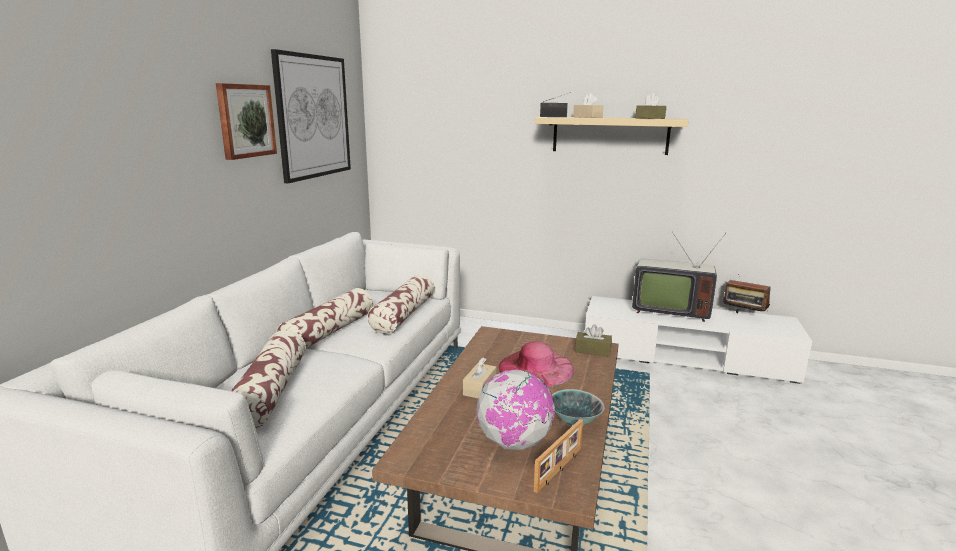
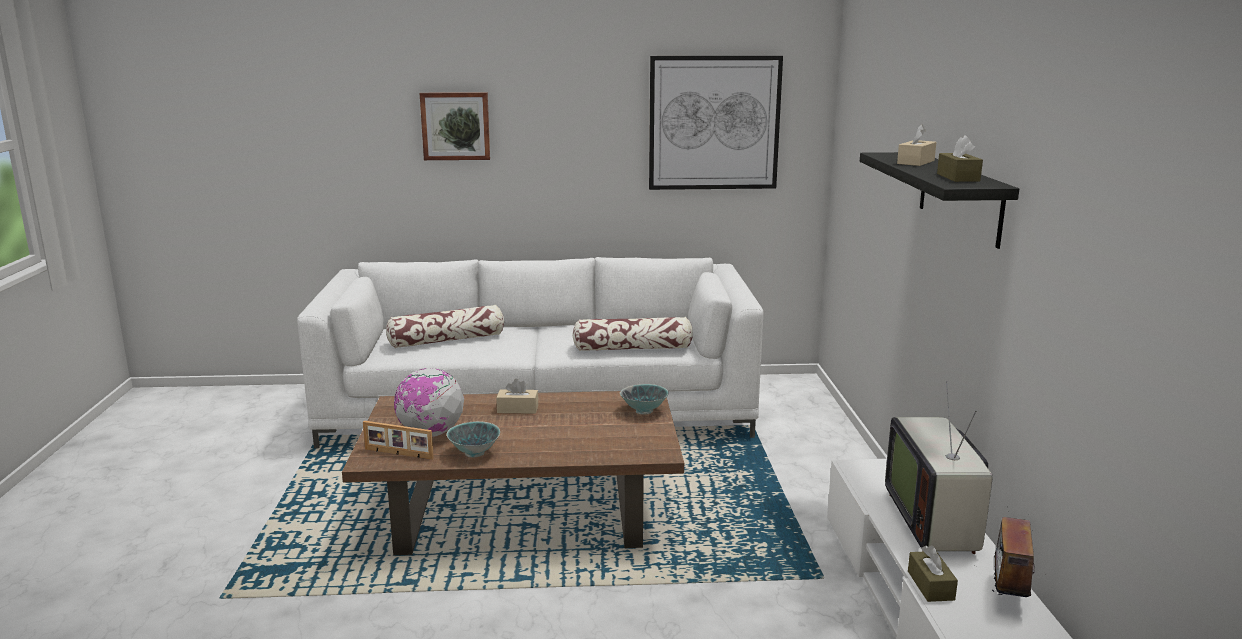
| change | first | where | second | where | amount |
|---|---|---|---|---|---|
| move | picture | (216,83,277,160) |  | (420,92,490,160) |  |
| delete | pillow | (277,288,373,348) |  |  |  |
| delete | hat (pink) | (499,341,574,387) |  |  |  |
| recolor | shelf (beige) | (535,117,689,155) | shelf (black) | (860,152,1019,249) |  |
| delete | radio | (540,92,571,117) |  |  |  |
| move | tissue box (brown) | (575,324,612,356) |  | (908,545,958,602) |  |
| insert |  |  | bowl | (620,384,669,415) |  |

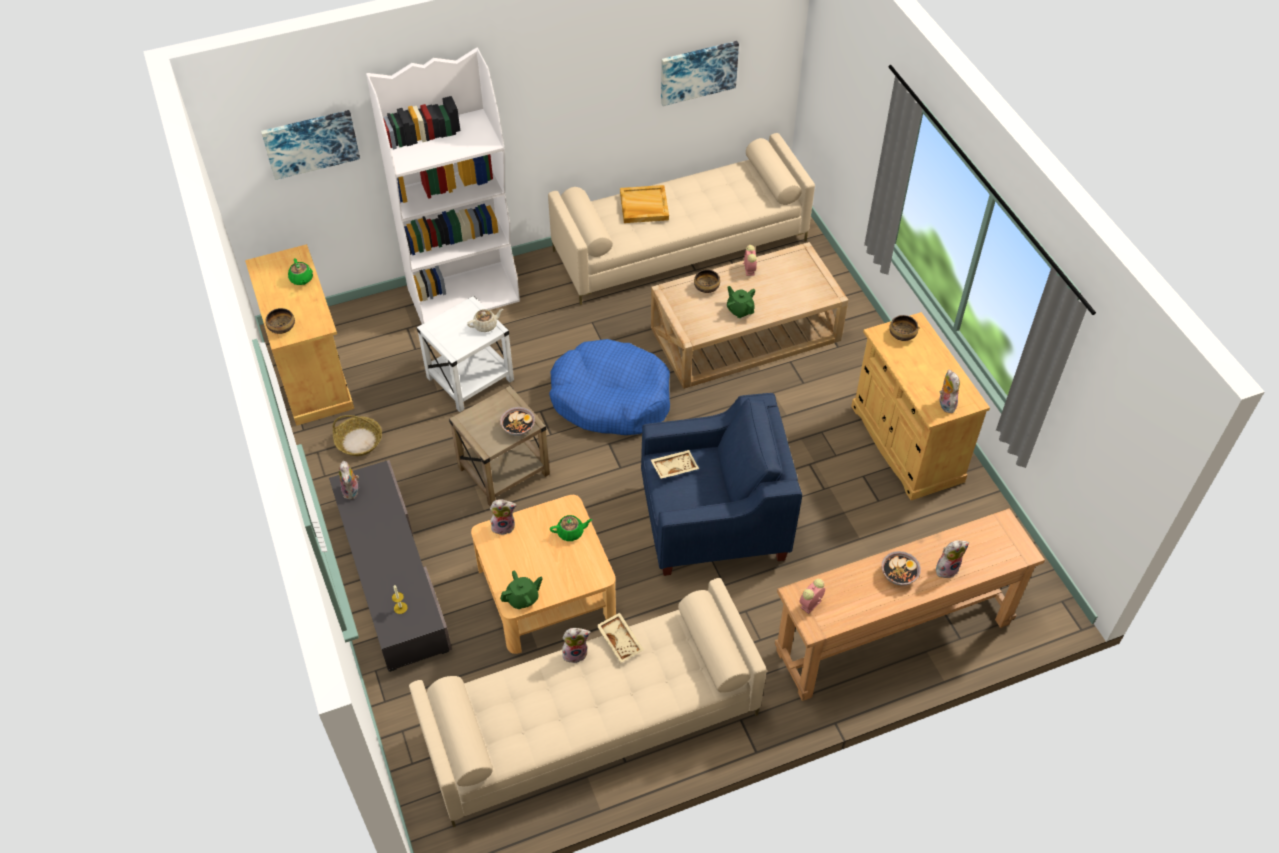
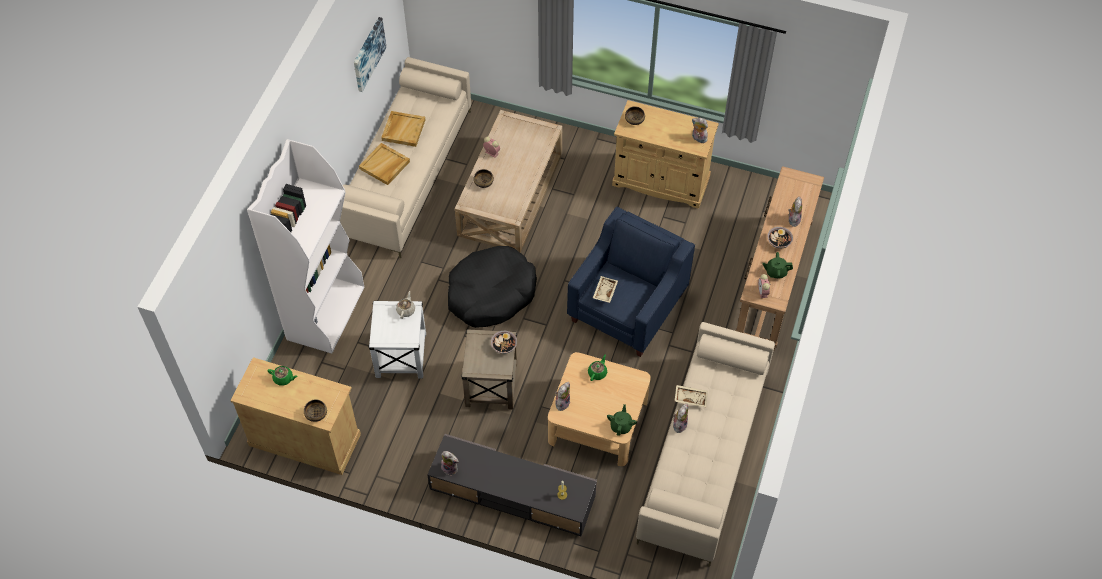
| change | first | where | second | where | amount |
|---|---|---|---|---|---|
| delete | picture | (261,110,360,180) |  |  |  |
| delete | basket | (333,415,382,456) |  |  |  |
| recolor | dog bed (blue) | (549,339,670,435) | dog bed (black) | (448,246,537,328) |  |
| move | teapot (green) | (727,286,755,318) |  | (763,252,793,278) |  |
| insert |  |  | tray (beige) | (381,111,425,147) |  |

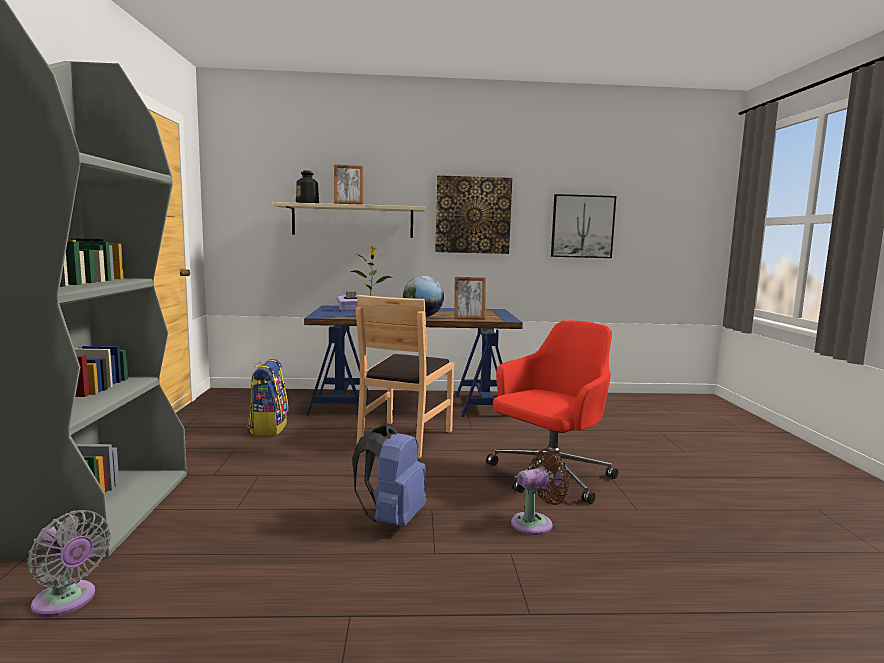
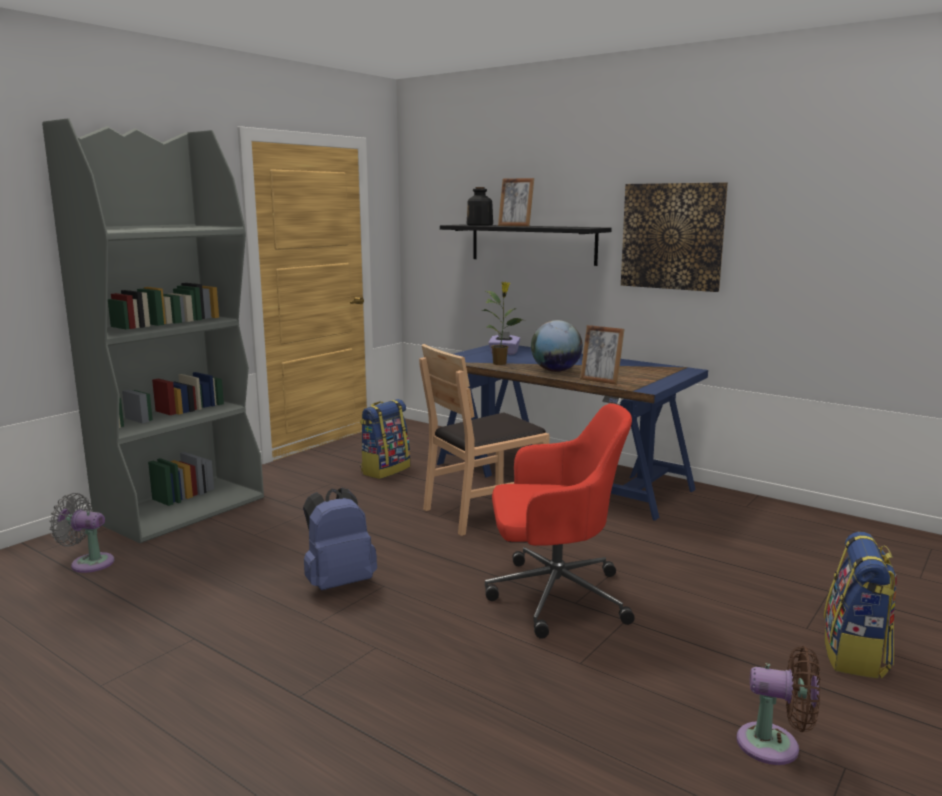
| change | first | where | second | where | amount |
|---|---|---|---|---|---|
| rotate | fan (grey) | (27,510,111,617) |  | (49,493,114,573) | 120 degrees clockwise |
| recolor | shelf (beige) | (272,202,425,238) | shelf (black) | (440,224,612,266) |  |
| move | fan (brown) | (511,449,570,535) |  | (737,646,820,765) |  |
| delete | picture | (551,194,616,258) |  |  |  |
| insert |  |  | backpack | (824,532,897,679) |  |

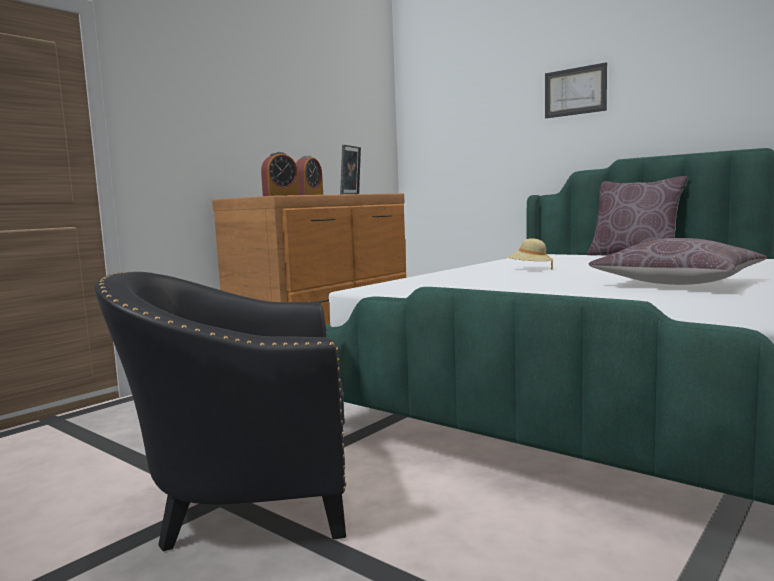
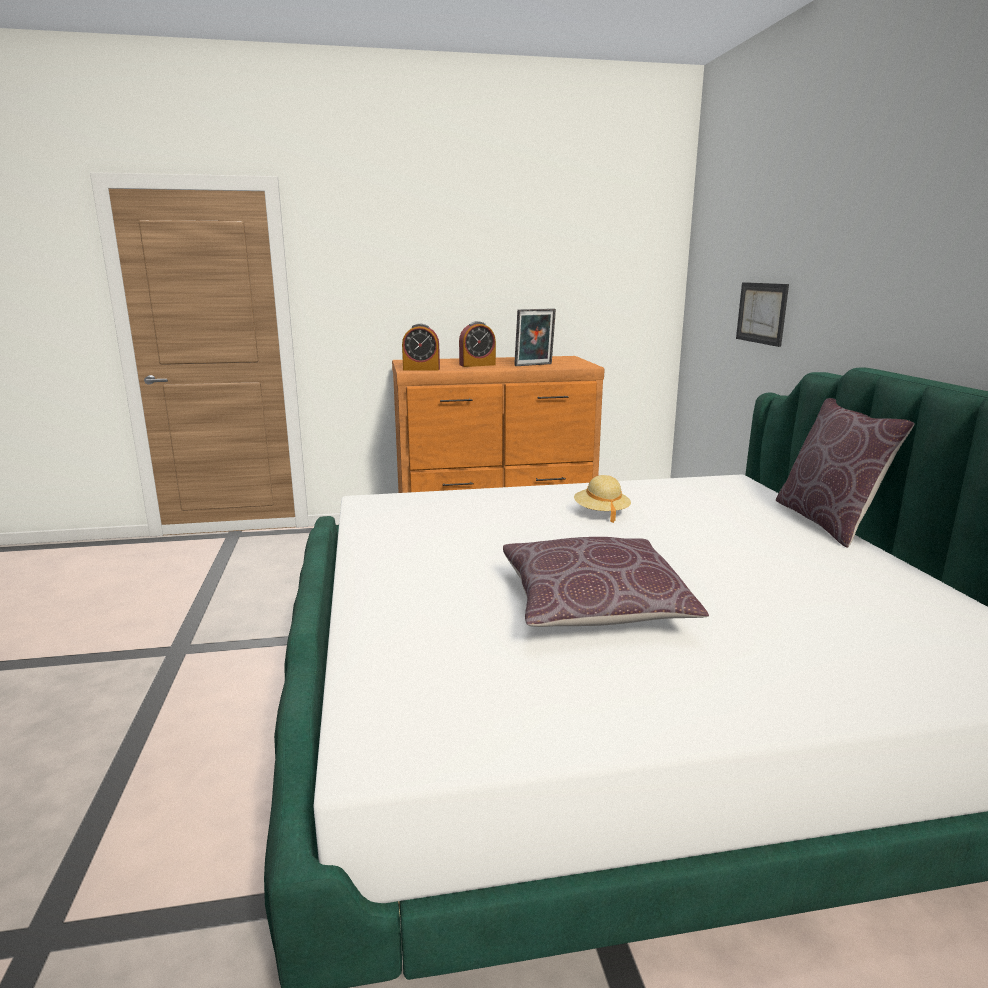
| change | first | where | second | where | amount |
|---|---|---|---|---|---|
| delete | armchair (black) | (94,272,346,551) |  |  |  |
| move | picture | (545,62,607,118) |  | (736,282,789,347) |  |

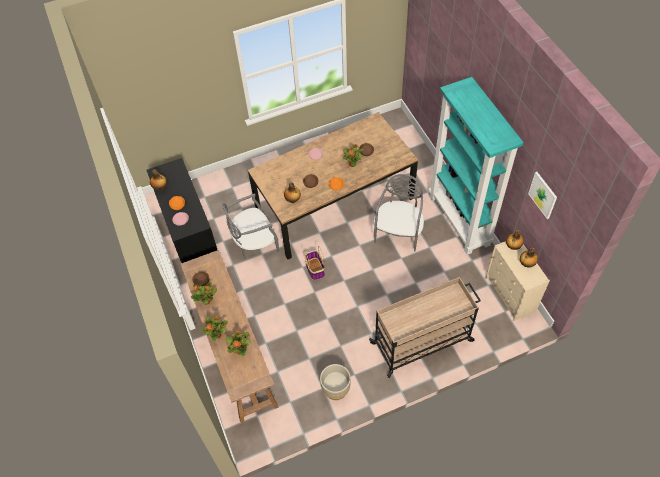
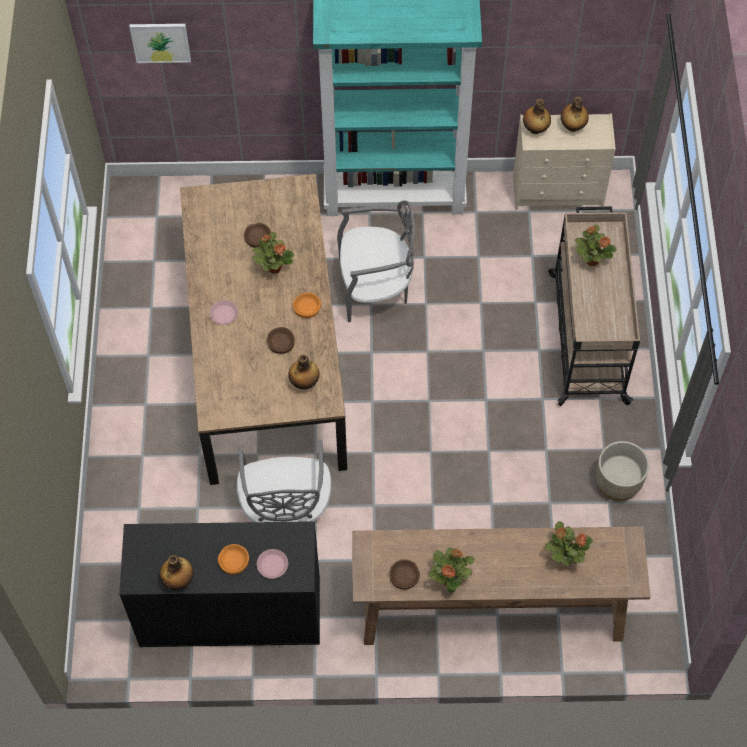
| change | first | where | second | where | amount |
|---|---|---|---|---|---|
| move | potted plant | (201,315,228,341) |  | (575,225,617,266) |  |
| delete | basket | (304,246,325,280) |  |  |  |
| rotate | chair (grey) | (374,174,424,251) |  | (337,200,415,322) | 135 degrees clockwise |
| move | picture | (528,172,557,219) |  | (130,24,191,63) |  |

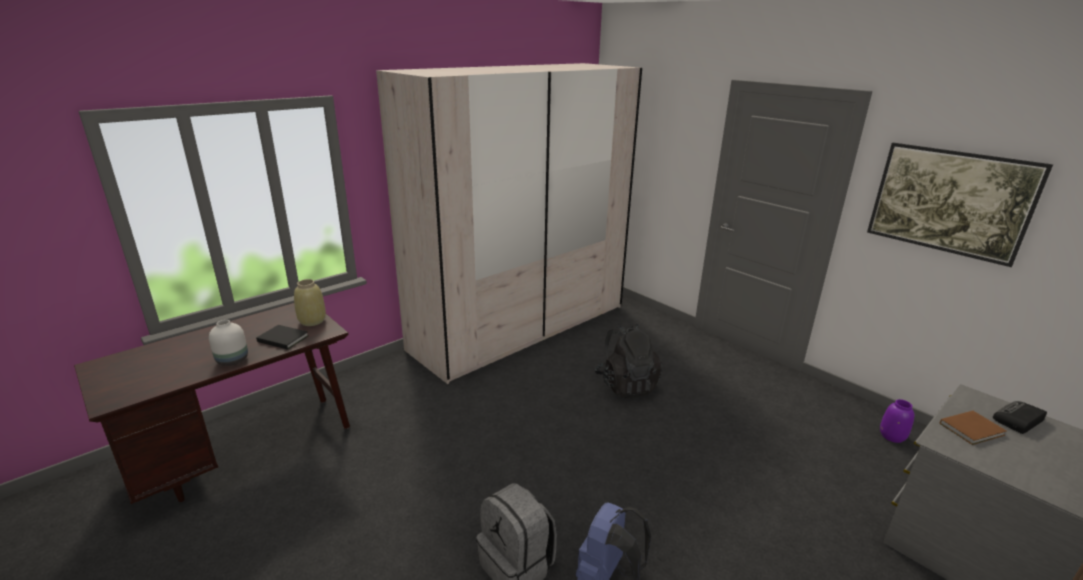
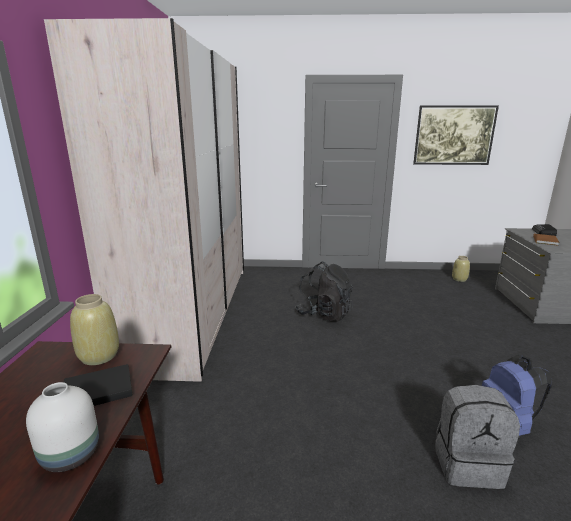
| change | first | where | second | where | amount |
|---|---|---|---|---|---|
| recolor | vase (purple) | (880,399,914,443) | vase (beige) | (452,256,470,282) |  |

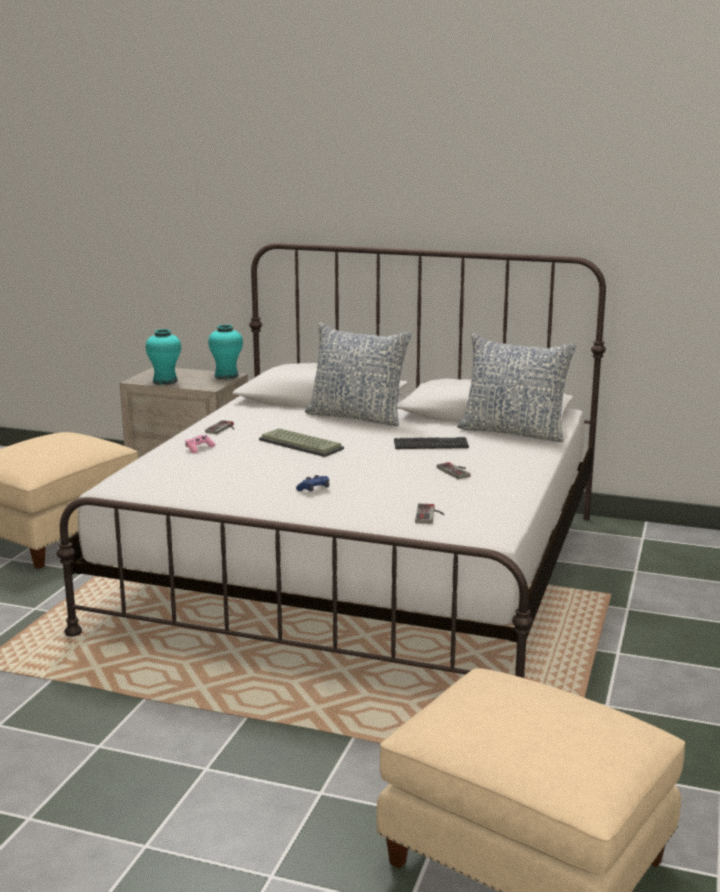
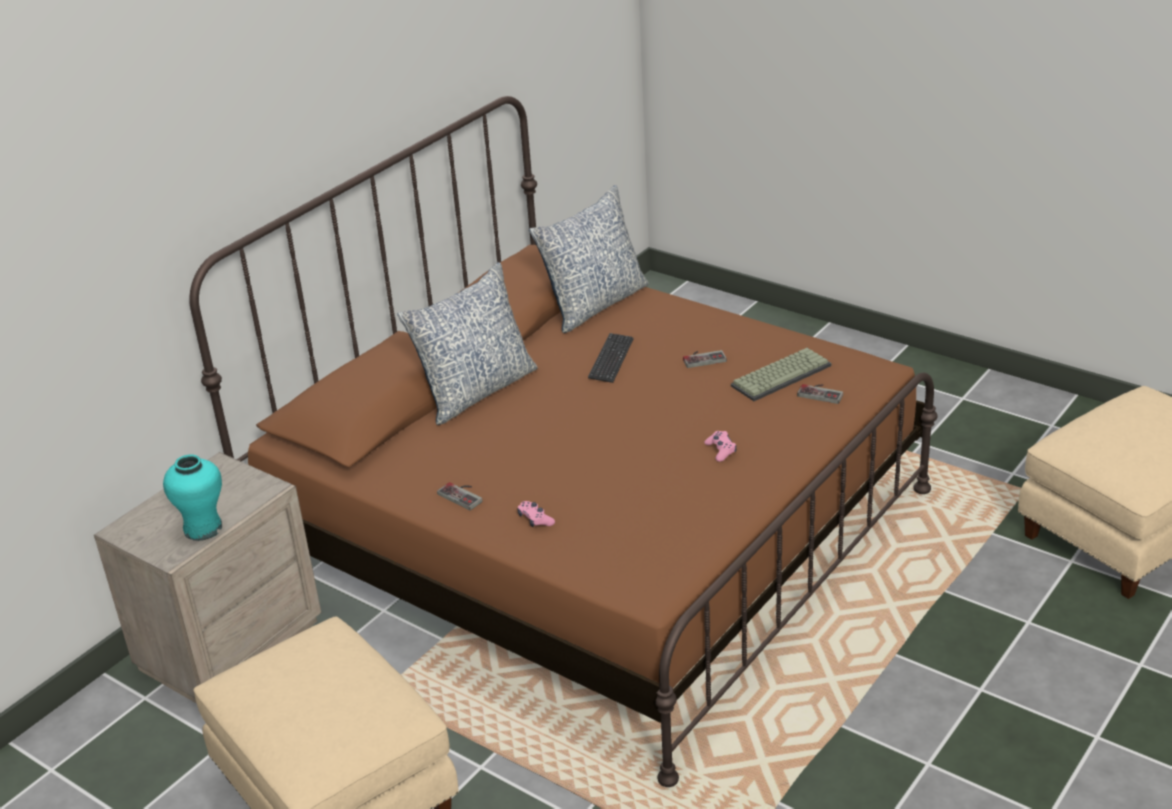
| change | first | where | second | where | amount |
|---|---|---|---|---|---|
| recolor | bed (white) | (57,243,606,678) | bed (brown) | (189,96,937,787) |  |
| delete | vase (turquoise) | (208,325,243,379) |  |  |  |
| move | keyboard | (259,428,344,457) |  | (731,348,832,401) |  |
| recolor | game controller (blue) | (296,475,329,492) | game controller (pink) | (704,431,736,462) |  |

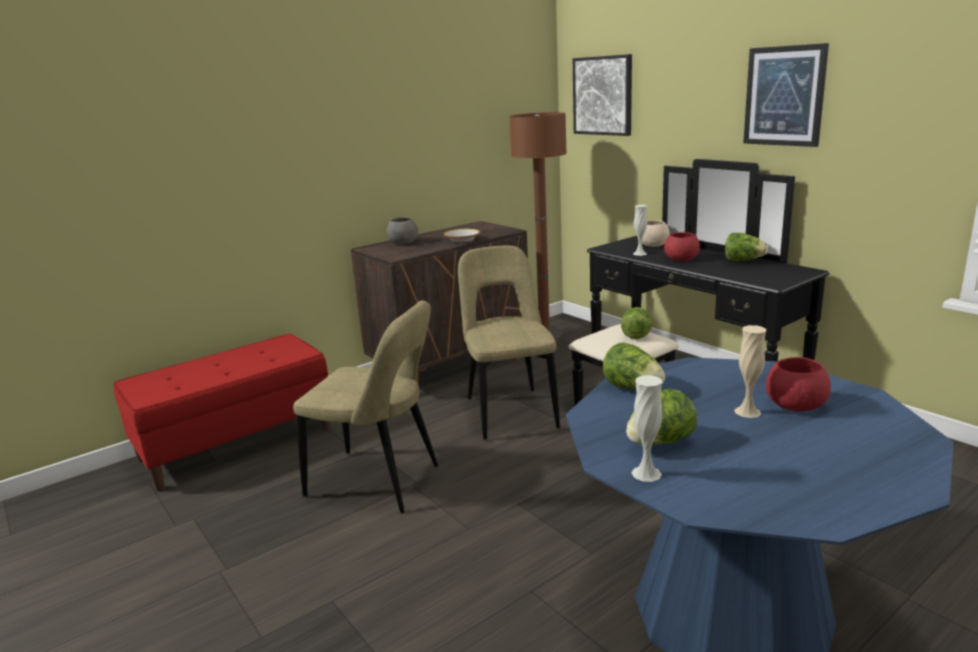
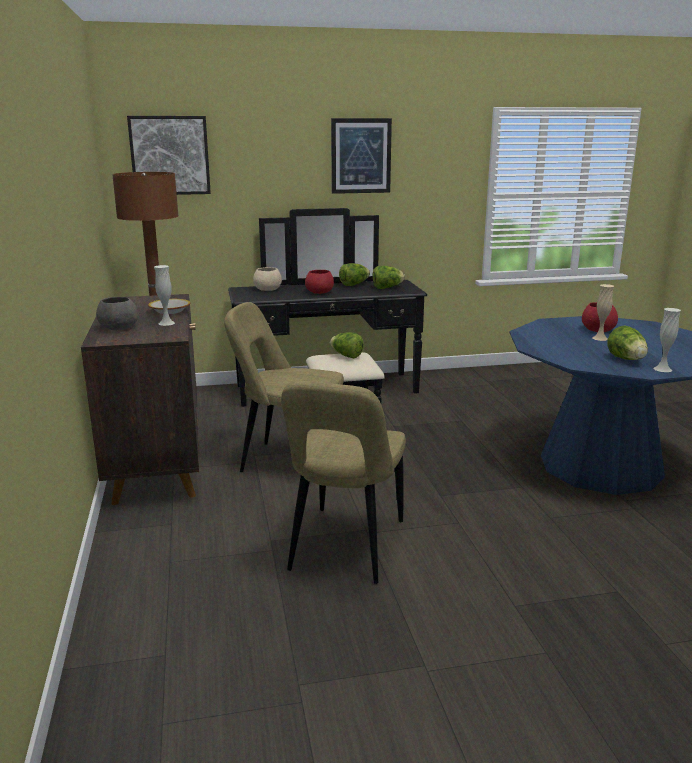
| change | first | where | second | where | amount |
|---|---|---|---|---|---|
| delete | bench (red) | (114,334,330,491) |  |  |  |
| rotate | chair (beige) | (293,300,438,514) |  | (281,381,406,584) | 150 degrees clockwise |
| move | lettuce | (603,343,665,389) |  | (372,266,405,289) |  |
| move | vase (white) | (633,205,647,256) |  | (154,265,175,326) |  |

